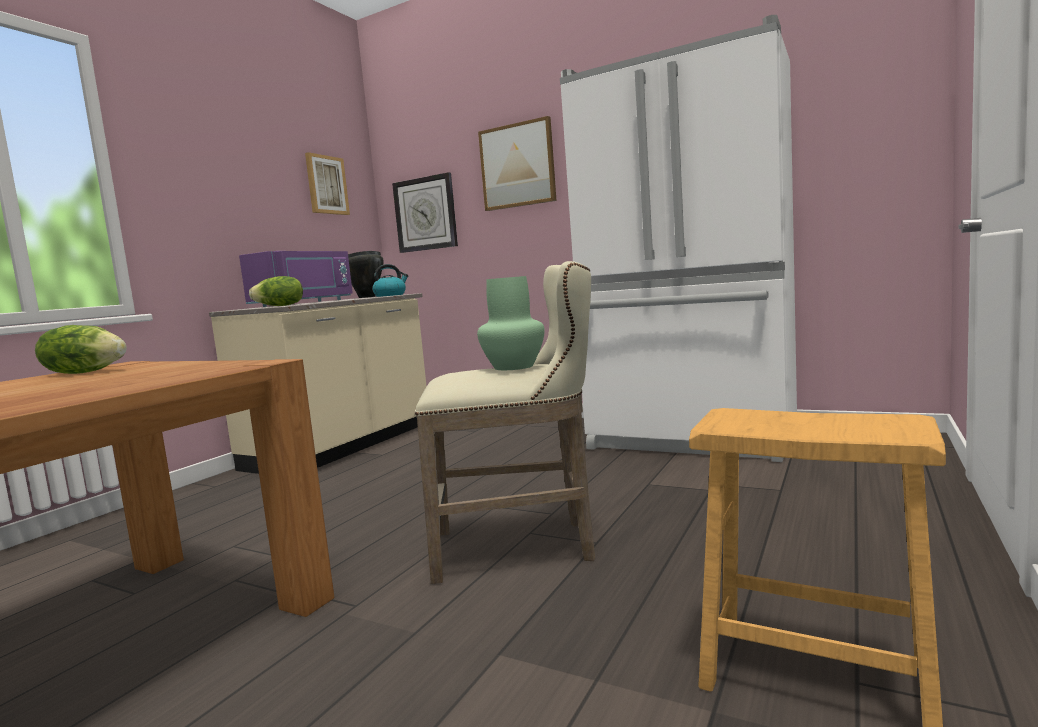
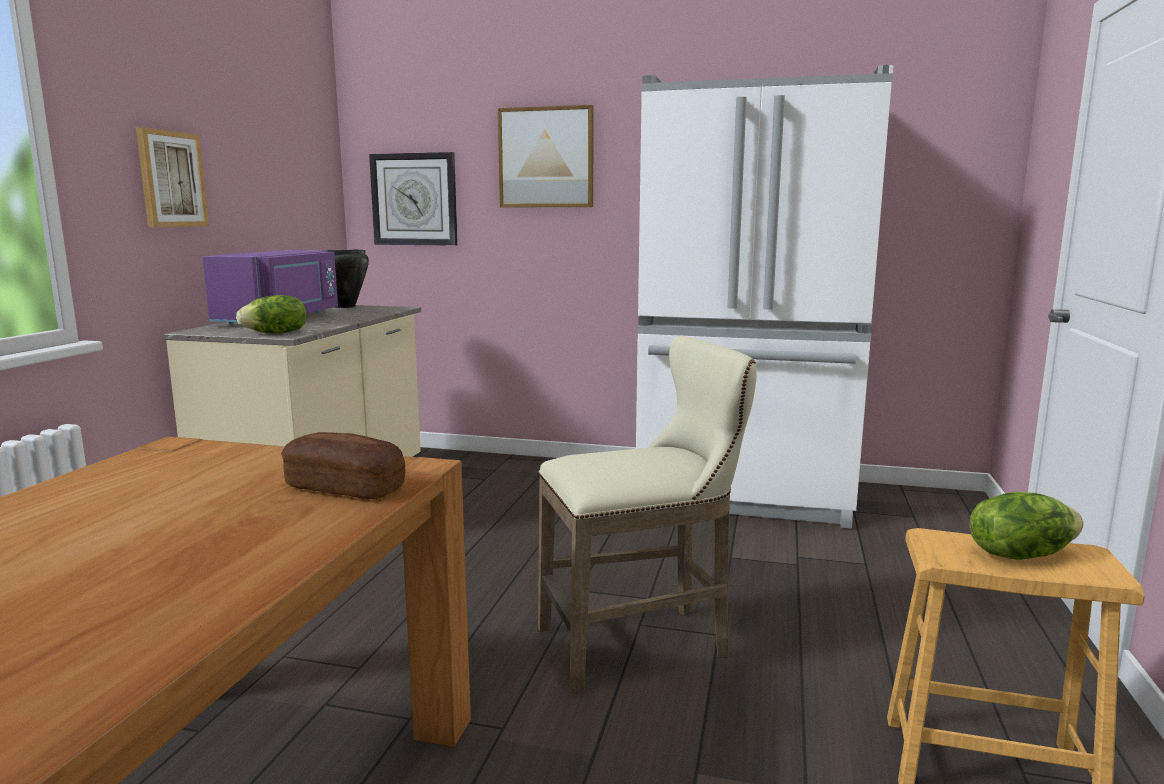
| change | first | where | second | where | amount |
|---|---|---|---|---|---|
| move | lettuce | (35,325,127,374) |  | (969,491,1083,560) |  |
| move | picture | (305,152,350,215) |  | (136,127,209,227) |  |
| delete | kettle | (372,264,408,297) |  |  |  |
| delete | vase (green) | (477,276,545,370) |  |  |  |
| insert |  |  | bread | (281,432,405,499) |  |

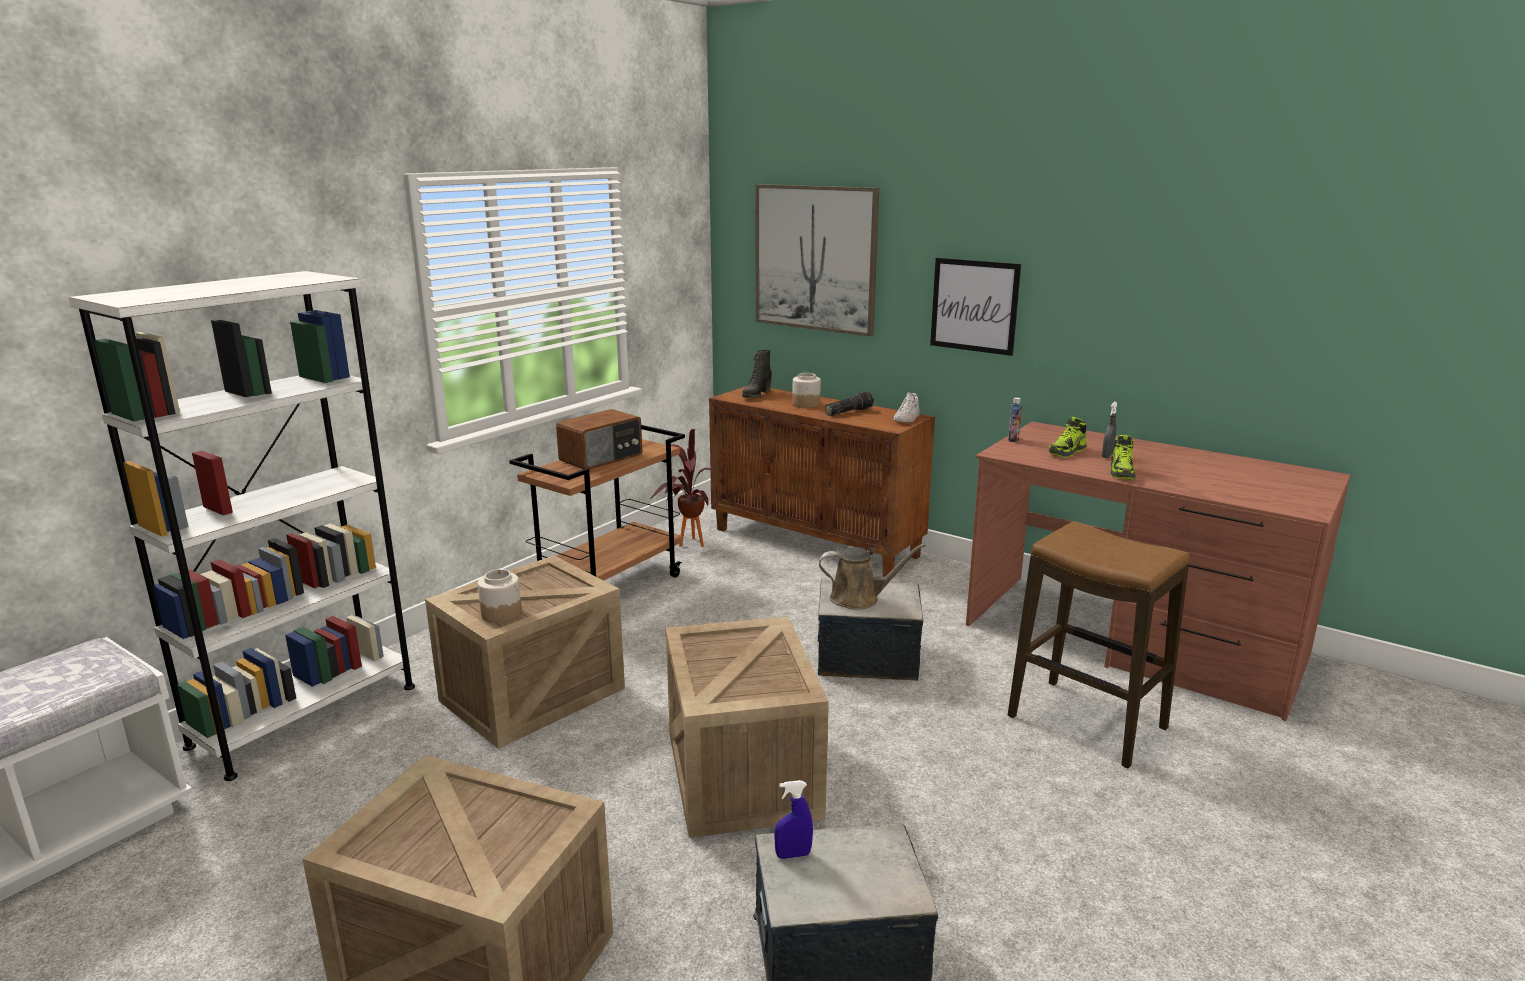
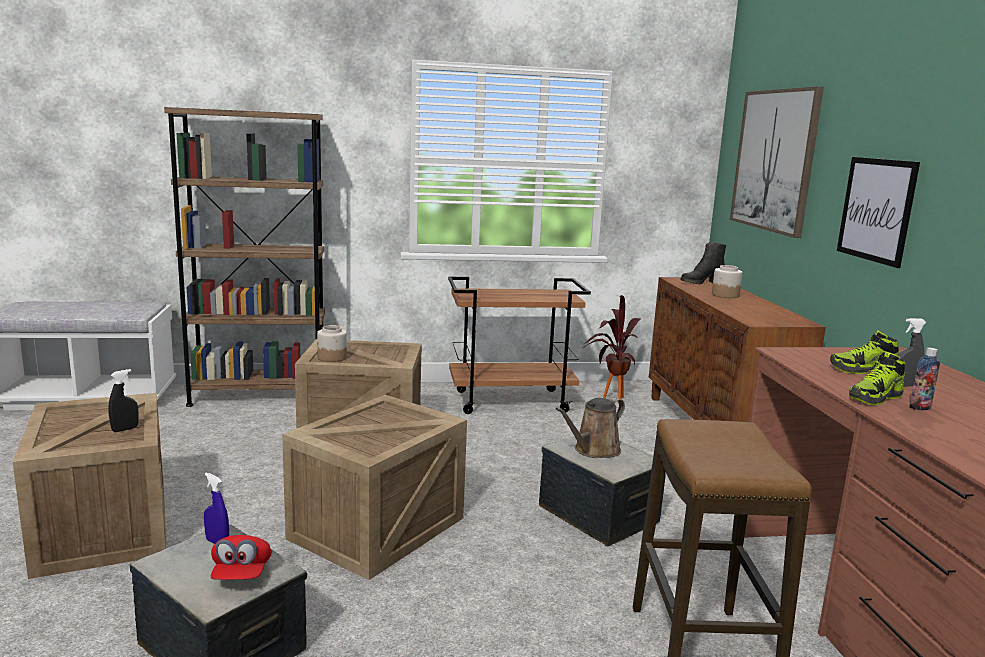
| change | first | where | second | where | amount |
|---|---|---|---|---|---|
| recolor | bookcase (white) | (69,271,415,781) | bookcase (brown) | (164,107,325,407) |  |
| delete | radio | (556,409,642,470) |  |  |  |
| rotate | watering can (brown) | (819,544,926,610) |  | (556,398,625,458) | 90 degrees clockwise |
| delete | flashlight | (825,392,874,416) |  |  |  |
| delete | shoe (white) | (894,392,920,422) |  |  |  |
| move | bottle | (1008,397,1022,442) |  | (909,347,940,410) |  |
| insert |  |  | spray bottle (black) | (109,369,138,432) |  |
| insert |  |  | cap (red) | (211,535,272,580) |  |

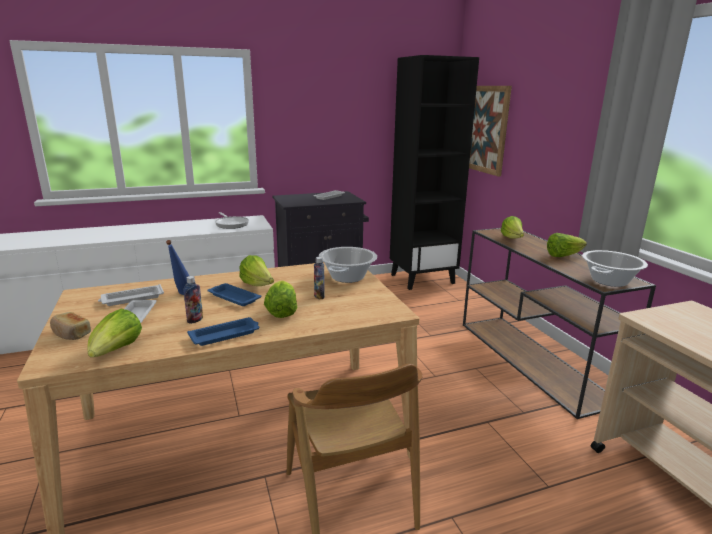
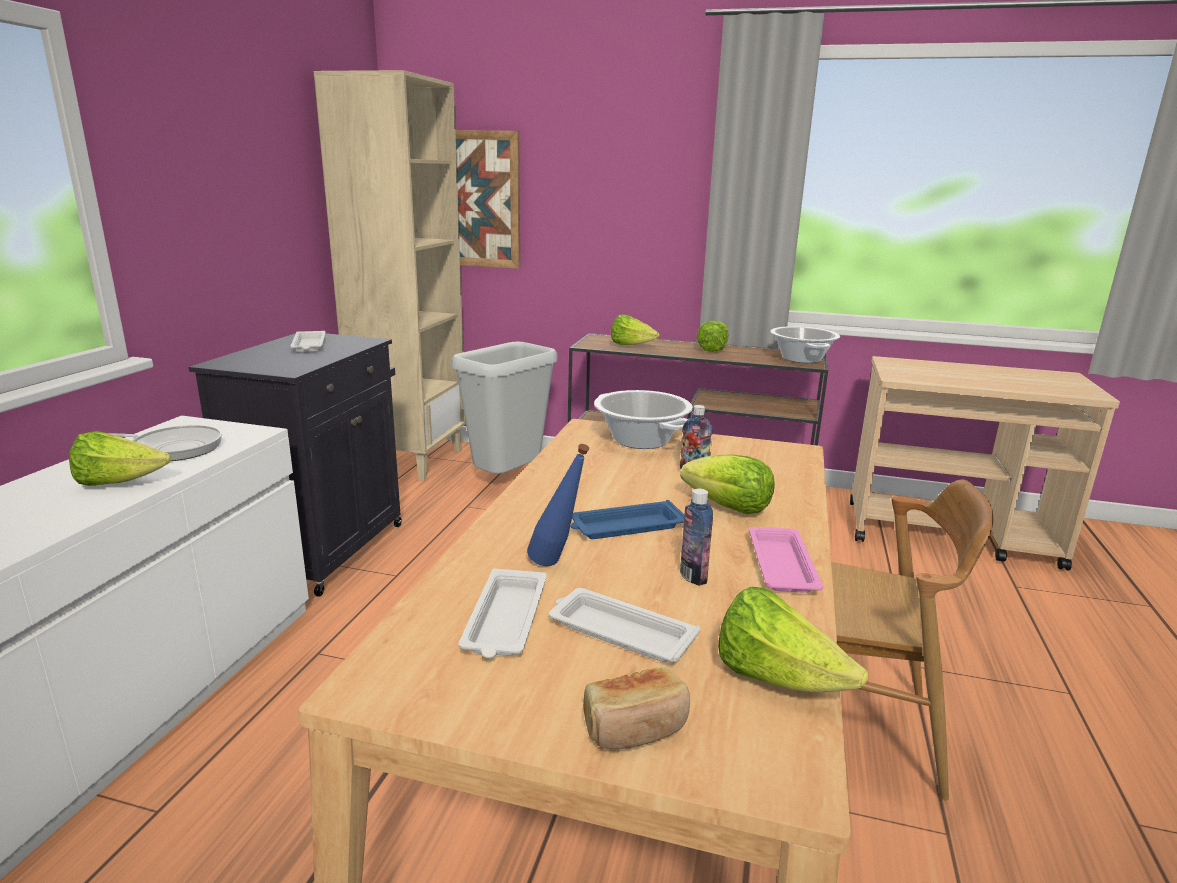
| change | first | where | second | where | amount |
|---|---|---|---|---|---|
| recolor | tray (blue) | (187,317,259,346) | tray (pink) | (749,527,823,593) |  |
| move | lettuce | (239,255,274,286) |  | (69,431,171,486) |  |
| recolor | bookcase (black) | (390,55,479,290) | bookcase (beige) | (314,70,466,481) |  |
| insert |  |  | trash can (grey) | (451,342,558,474) |  |

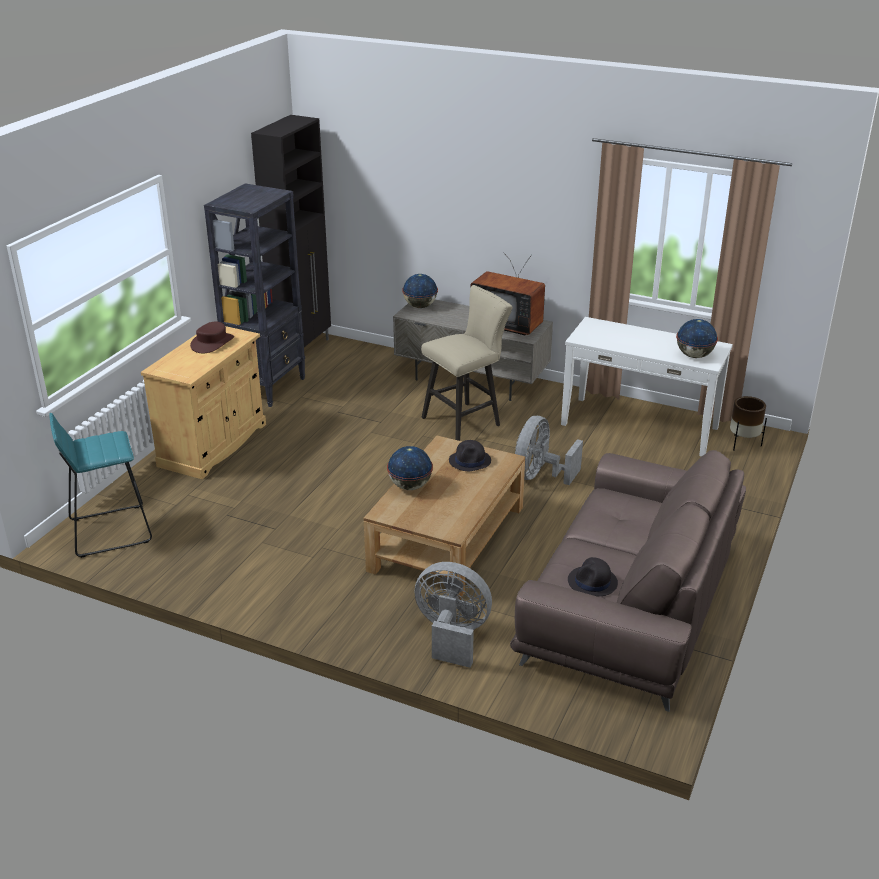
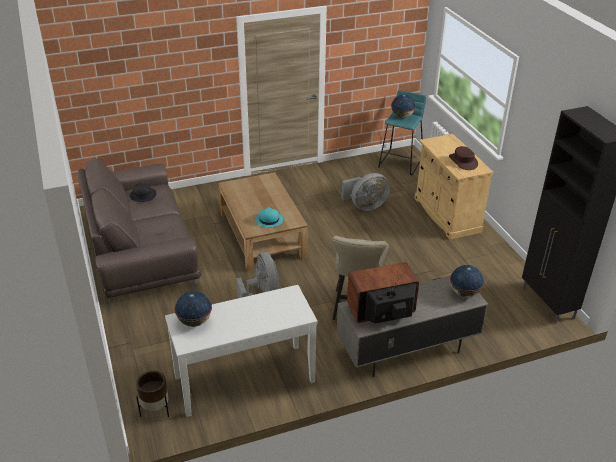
| change | first | where | second | where | amount |
|---|---|---|---|---|---|
| delete | bookcase (black) | (204,183,305,407) |  |  |  |
| move | globe | (387,446,433,490) |  | (391,95,416,118) |  |
| move | fan (grey) | (415,562,492,668) |  | (341,173,390,211) |  |
| recolor | hat (black) | (449,440,491,471) | hat (turquoise) | (256,207,283,228) |  |

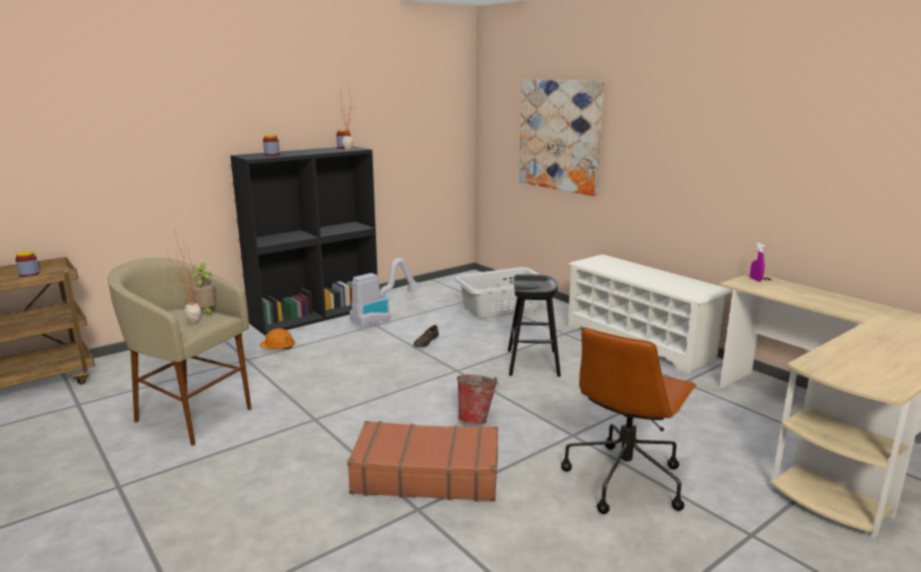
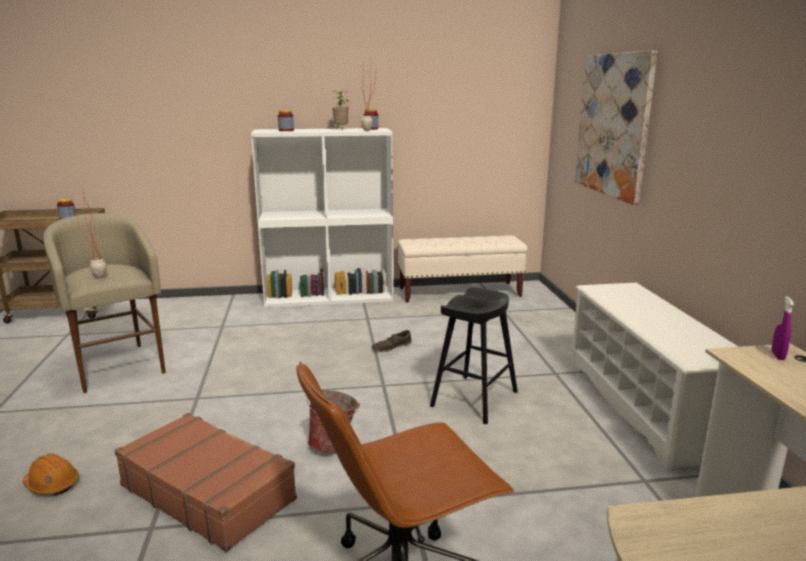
| change | first | where | second | where | amount |
|---|---|---|---|---|---|
| move | potted plant | (190,263,215,316) |  | (332,90,349,130) |  |
| recolor | bookcase (black) | (230,146,378,335) | bookcase (white) | (251,128,393,308) |  |
| move | hard hat (orange) | (260,328,295,349) |  | (23,454,79,495) |  |
| delete | vacuum cleaner | (350,258,421,328) |  |  |  |
| delete | laundry basket (grey) | (455,267,541,319) |  |  |  |
| insert |  |  | bench (beige) | (397,235,527,303) |  |

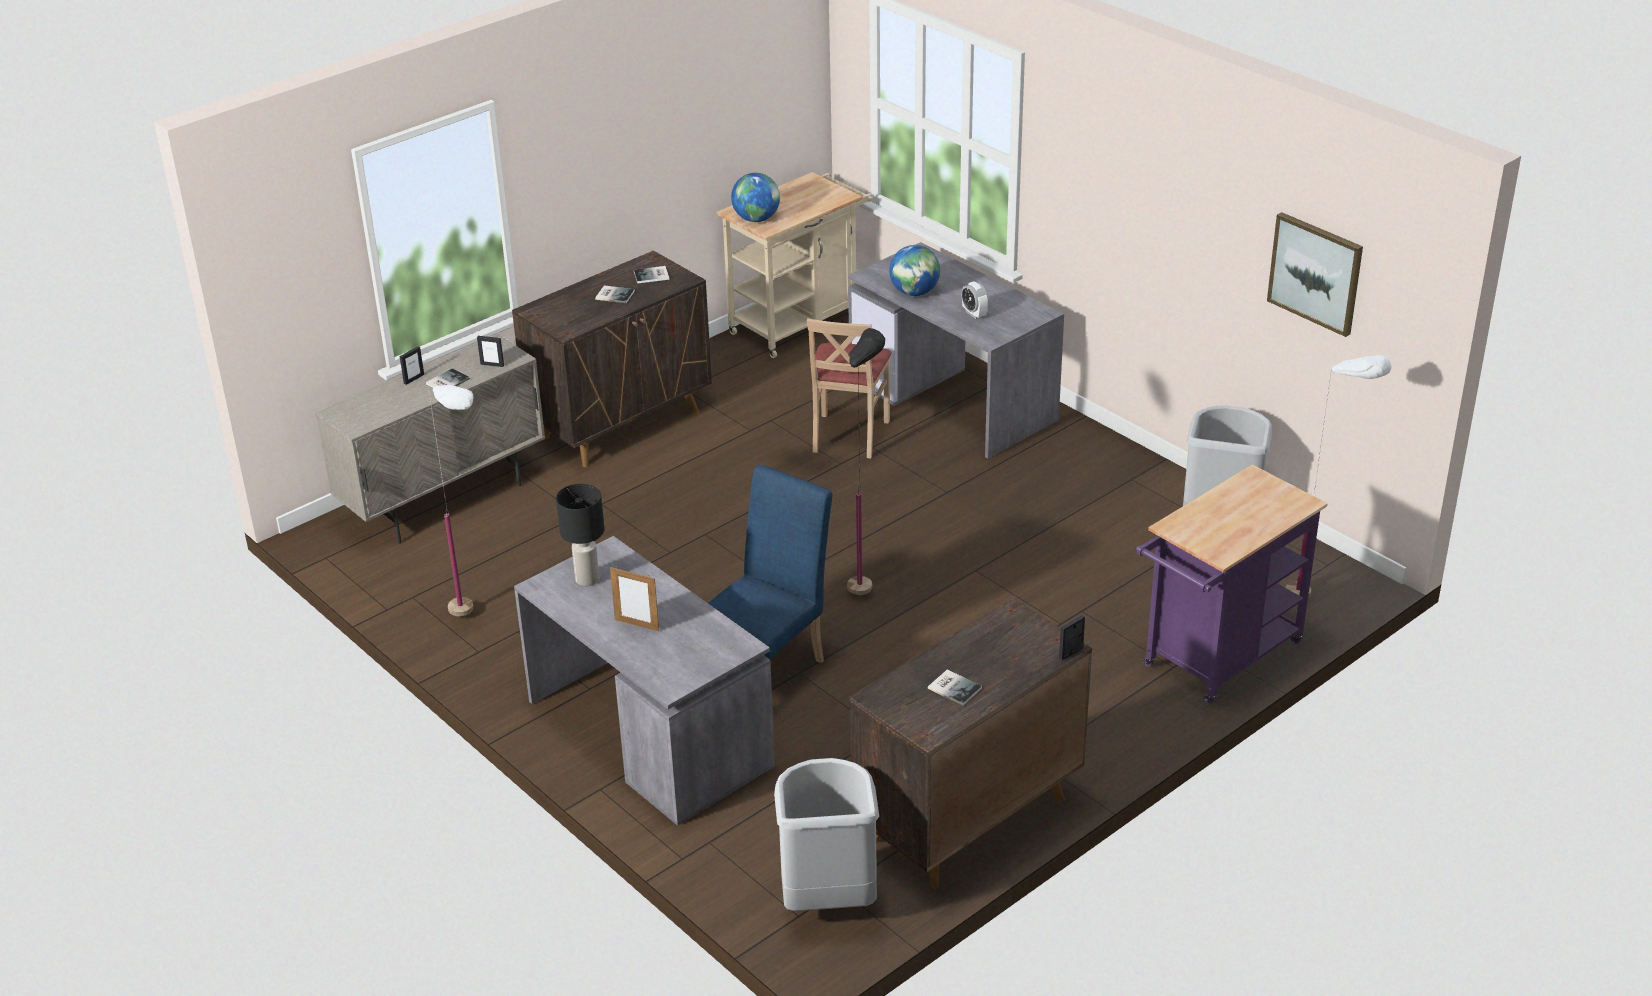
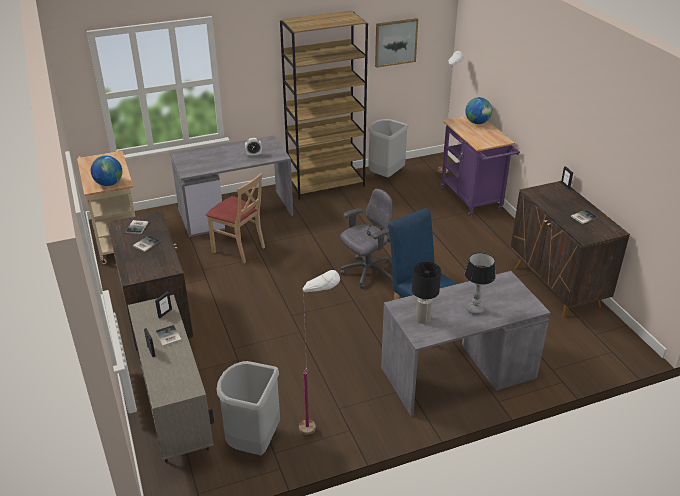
| change | first | where | second | where | amount |
|---|---|---|---|---|---|
| replace | picture frame | (610,567,659,631) | table lamp | (464,253,496,315) |  |
| move | trash can (grey) | (774,758,879,911) |  | (217,361,280,455) |  |
| replace | floor lamp (black) | (847,328,885,595) | office chair (grey) | (340,189,393,289) |  |
| move | globe | (889,245,940,296) |  | (465,97,492,124) |  |
| insert |  |  | bookcase (brown) | (280,11,368,199) |  |

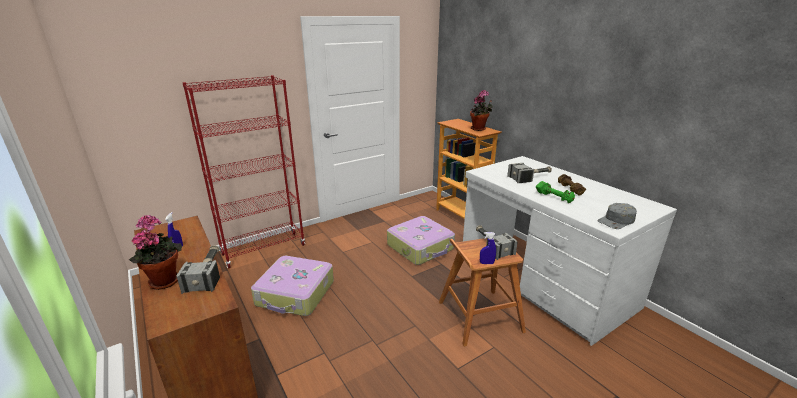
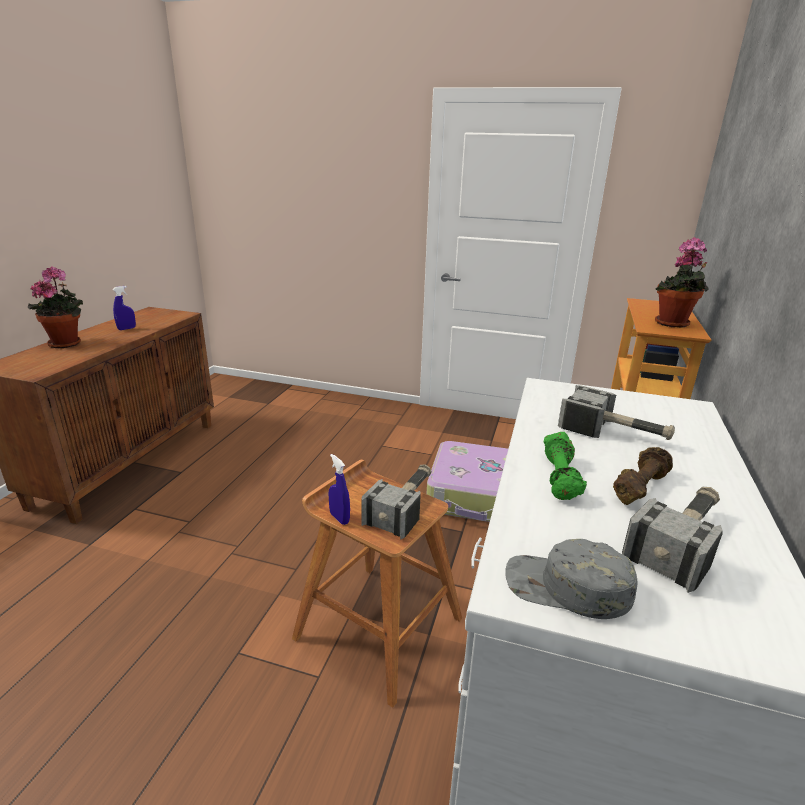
| change | first | where | second | where | amount |
|---|---|---|---|---|---|
| move | hammer | (176,245,220,294) |  | (622,487,723,593) |  |
| delete | bookcase (red) | (183,75,305,268) |  |  |  |
| delete | suitcase | (251,256,334,316) |  |  |  |

